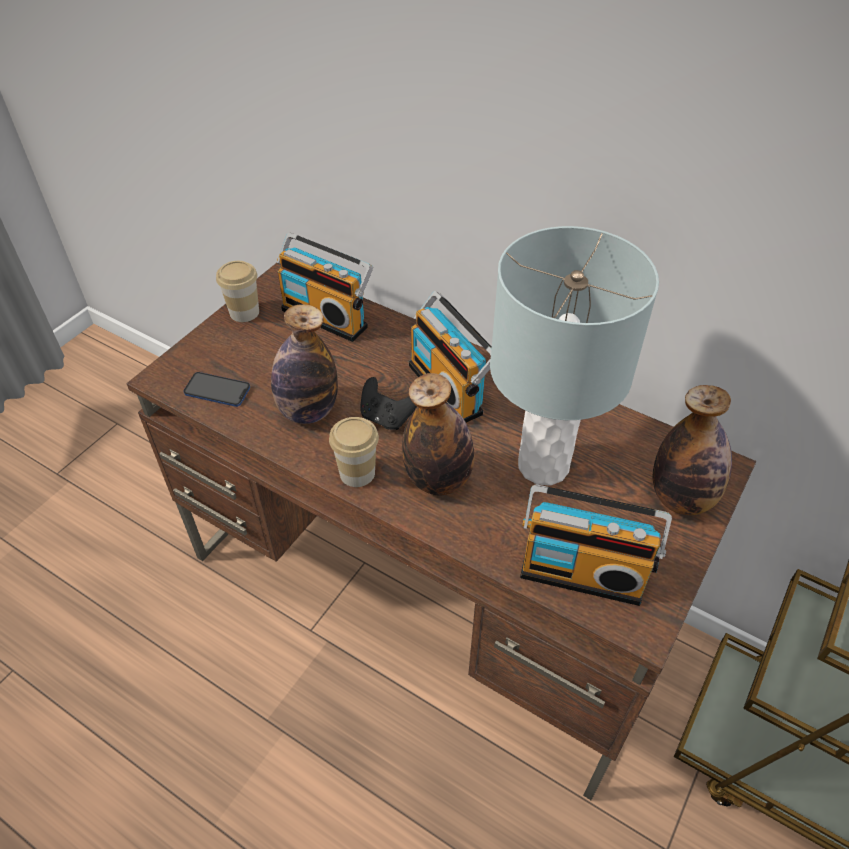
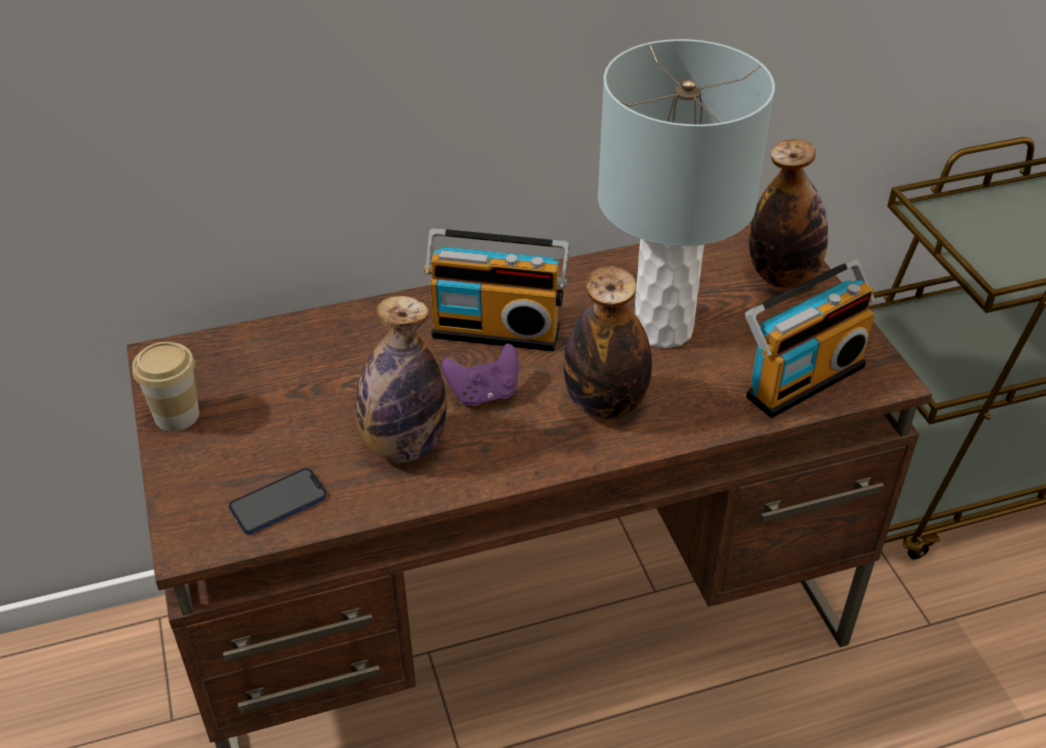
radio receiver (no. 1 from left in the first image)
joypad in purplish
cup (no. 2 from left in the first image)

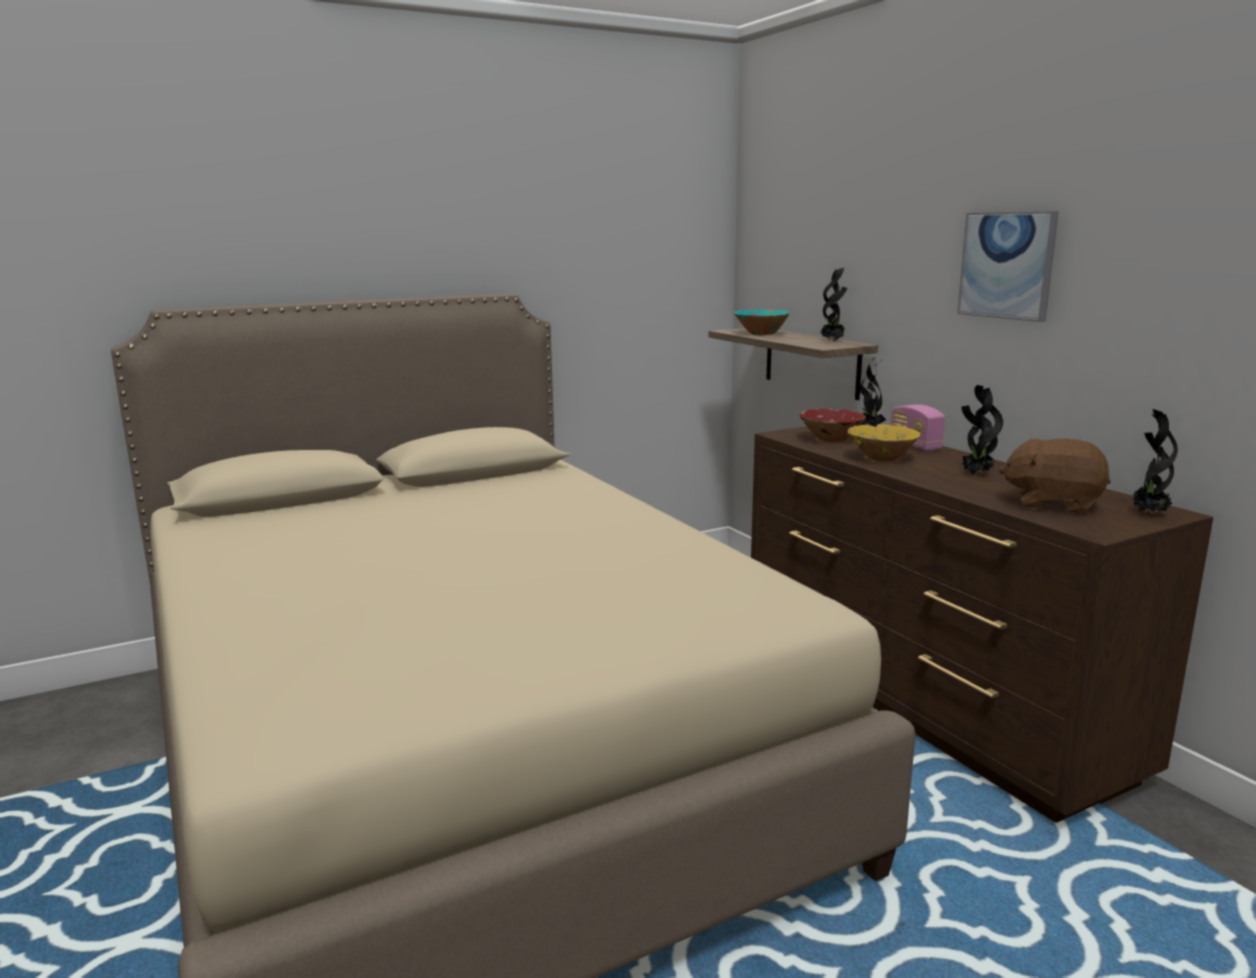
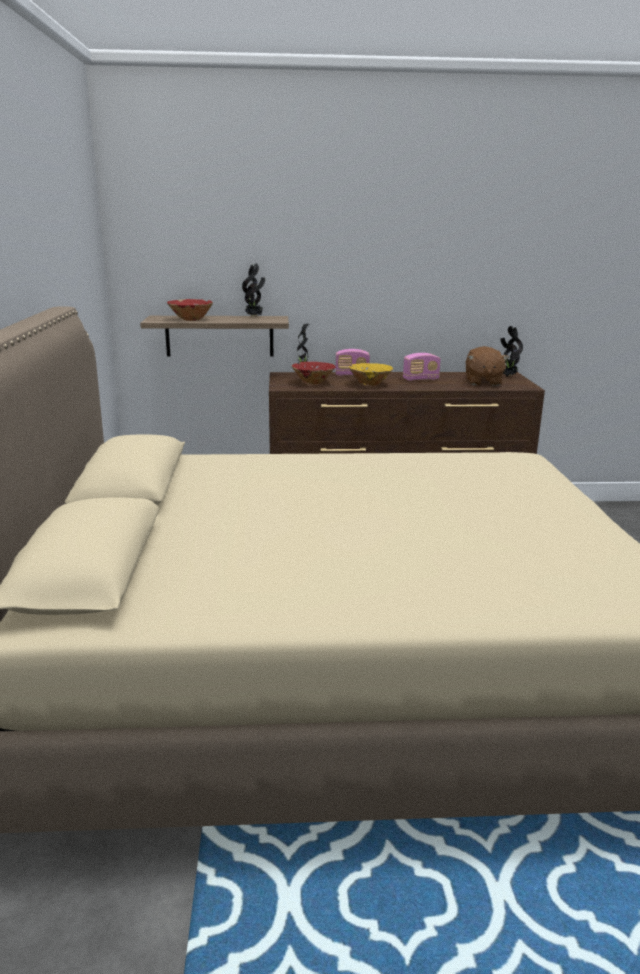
wall picture
deep dish in red (no. 1 from left)
radio receiver (no. 2 from left)
plush toy in brownish

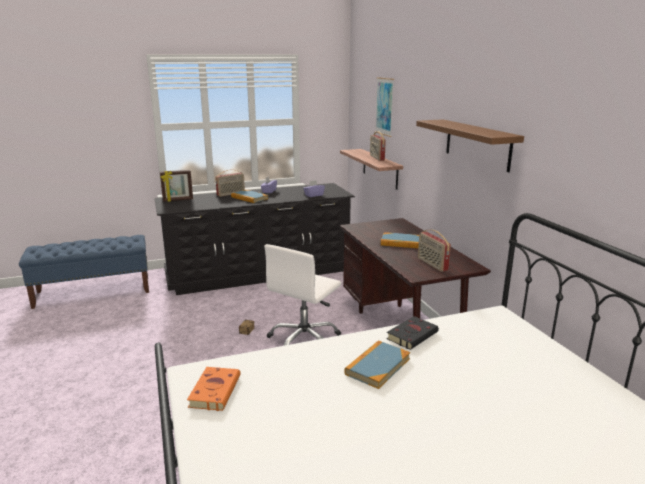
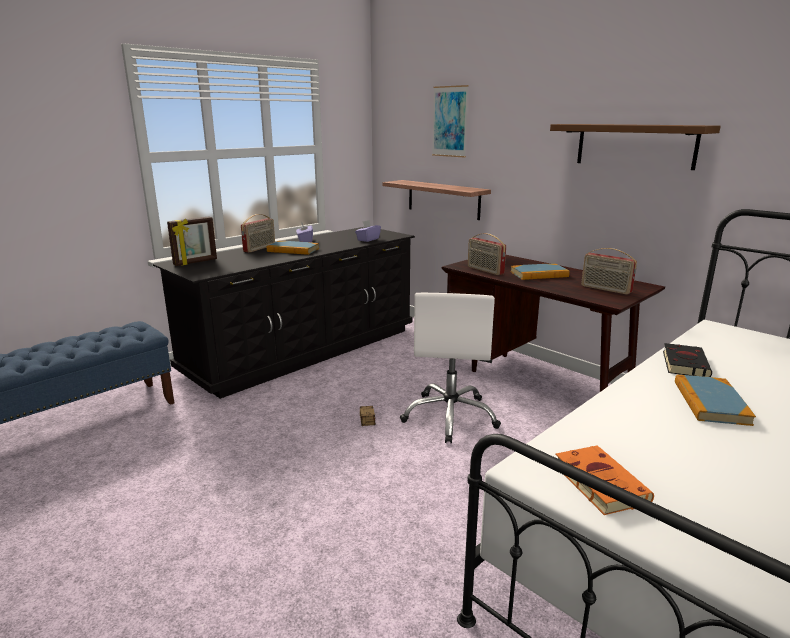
radio receiver (no. 2 from left)

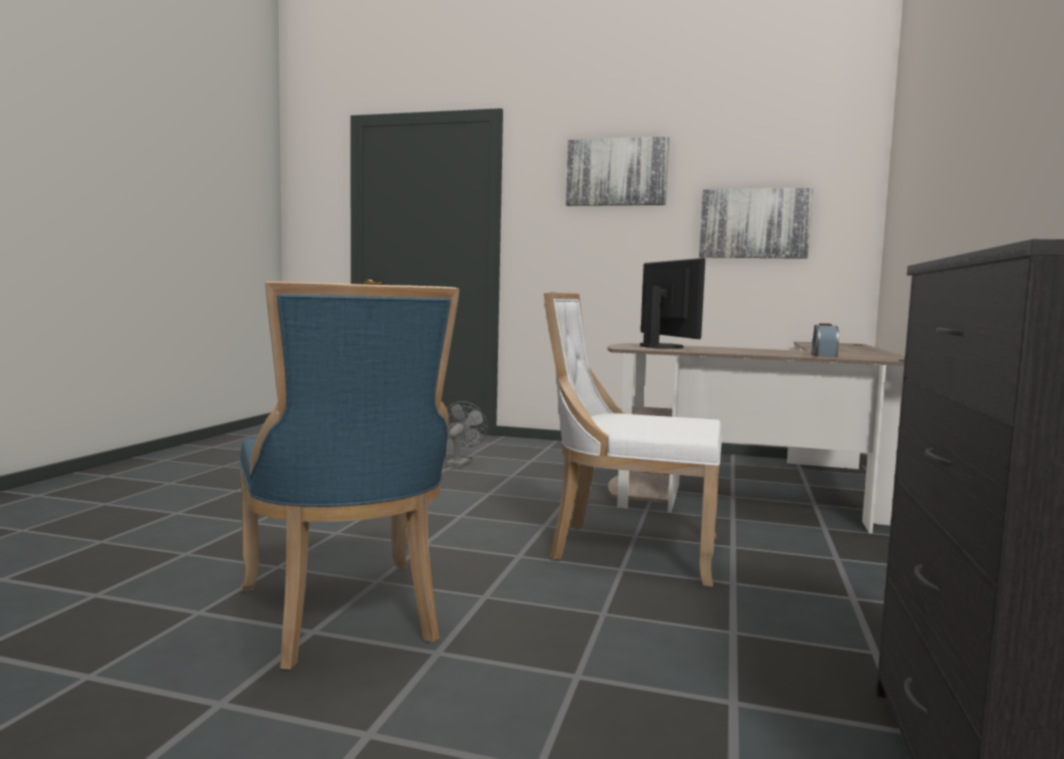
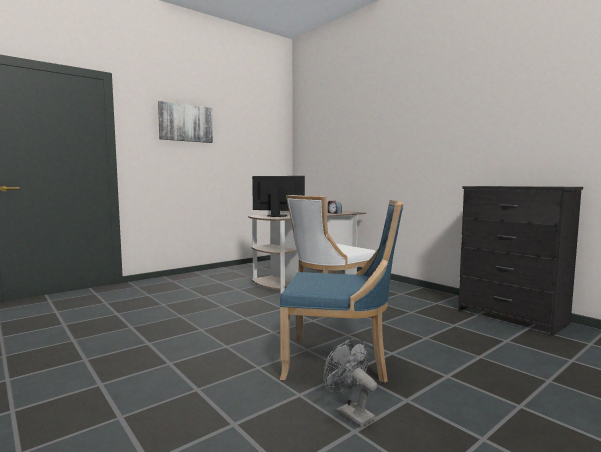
wall picture (no. 2 from left in the first image)
cooling fan in grey

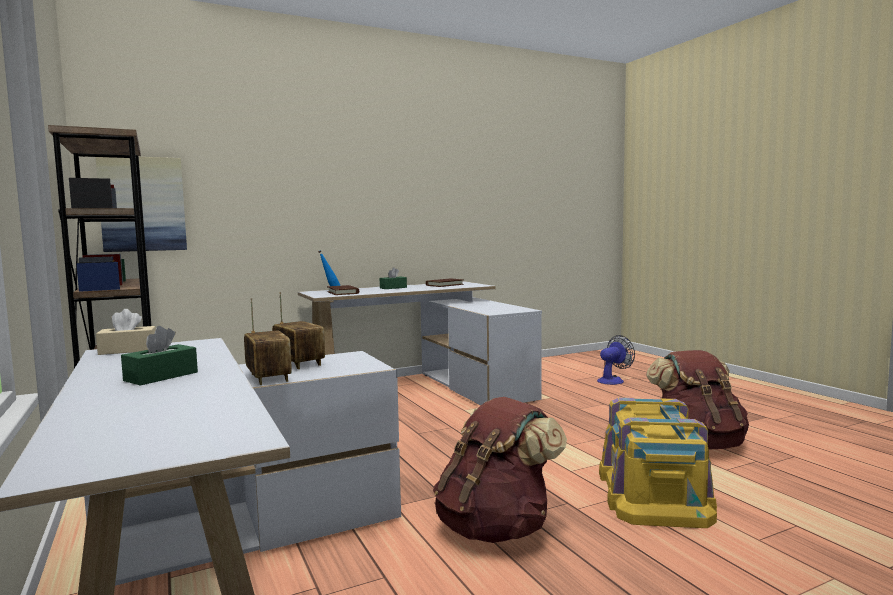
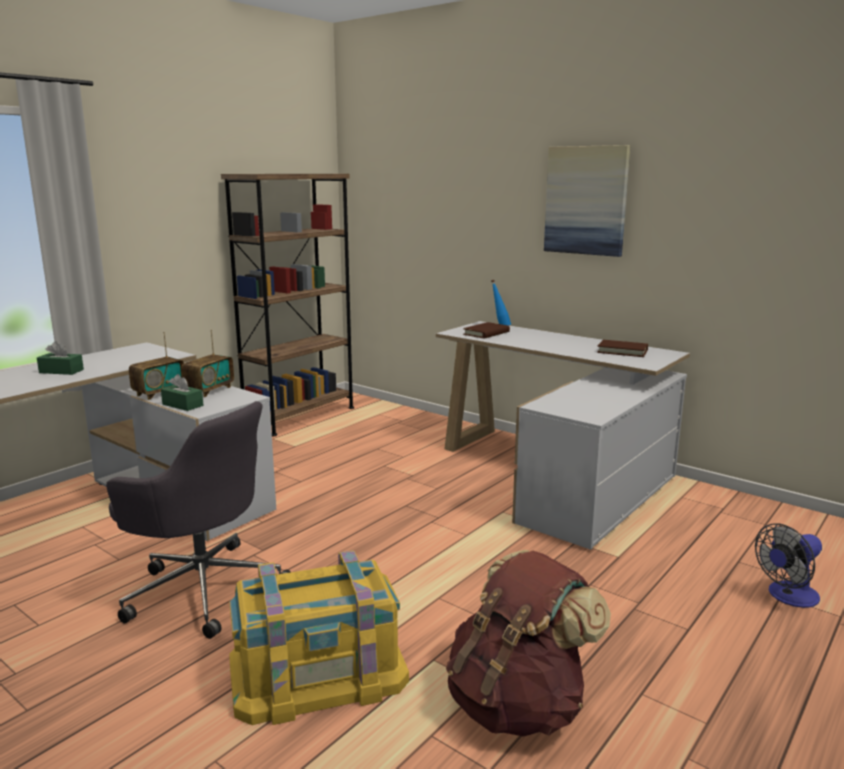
wall picture
tissue box in greenish (no. 2 from left)
tissue box in beige-coloured
cooling fan
computer chair in grey

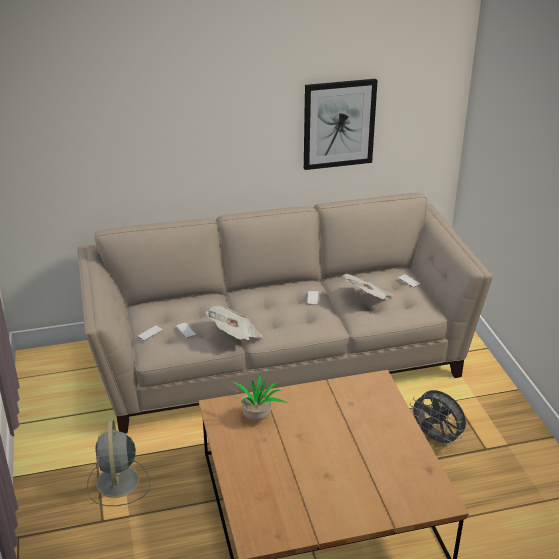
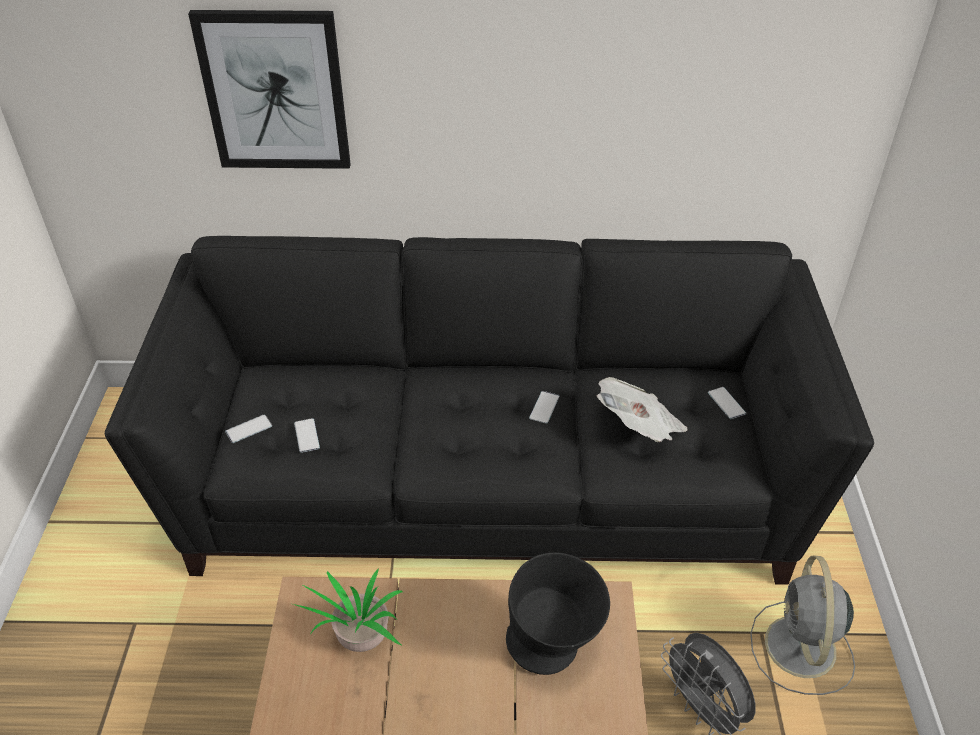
wall picture
couch in black-coloured
newspaper (no. 1 from left in the first image)
cooling fan in grey (no. 2 from left)
deep dish in black-coloured

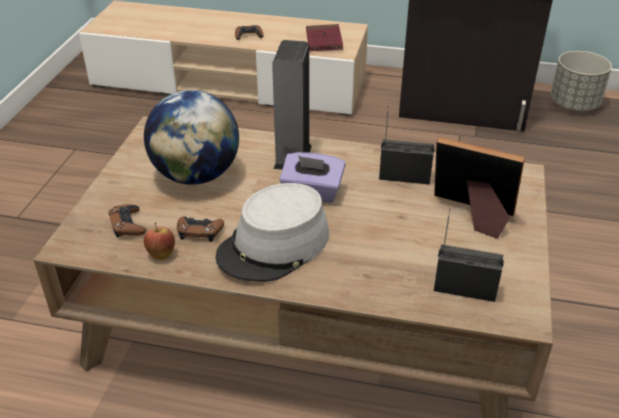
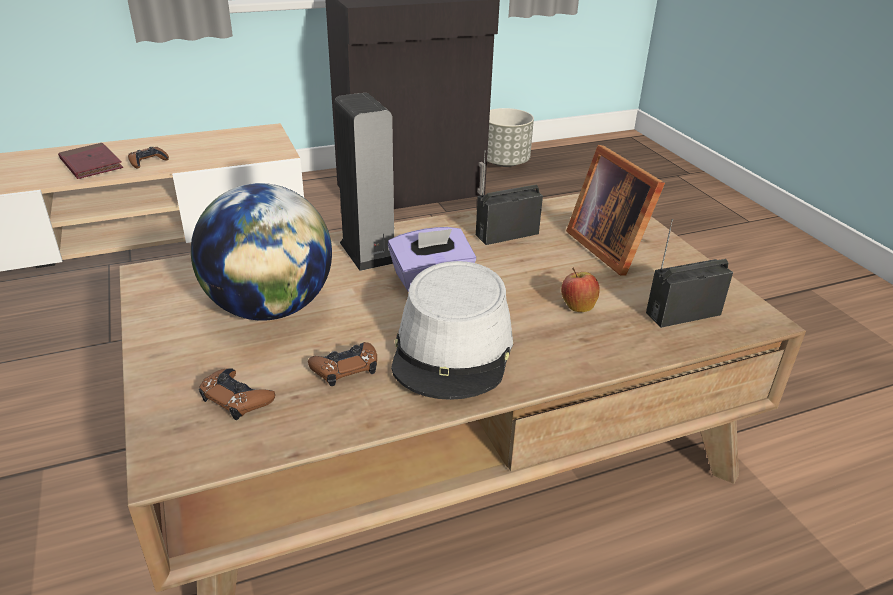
book in red
picture frame
whole apple

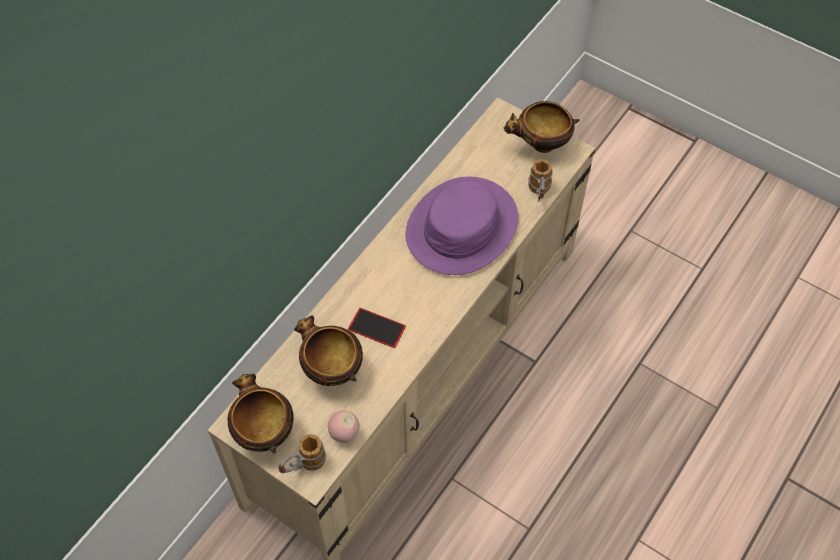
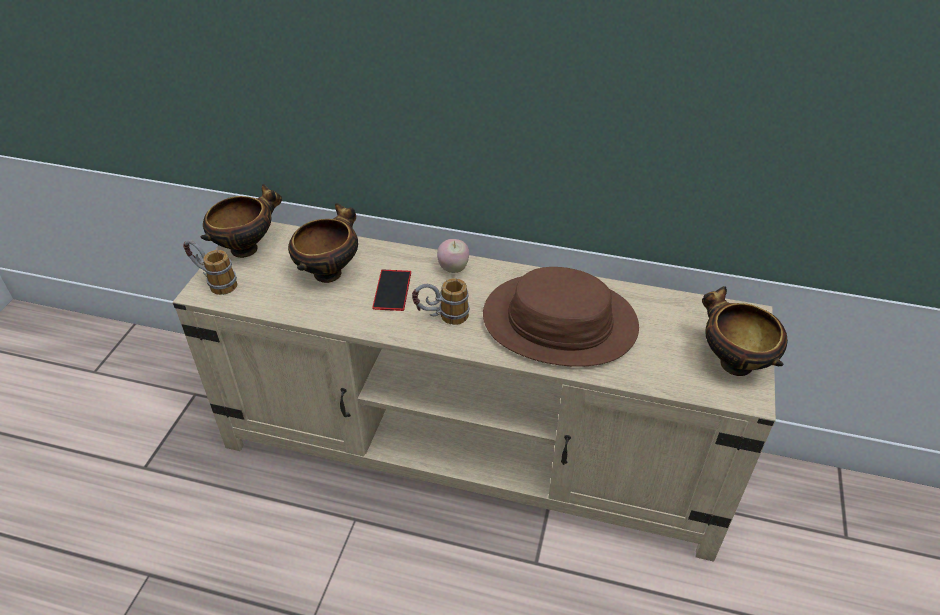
coffee mug (no. 2 from left)
clothing hat in brownish
whole apple

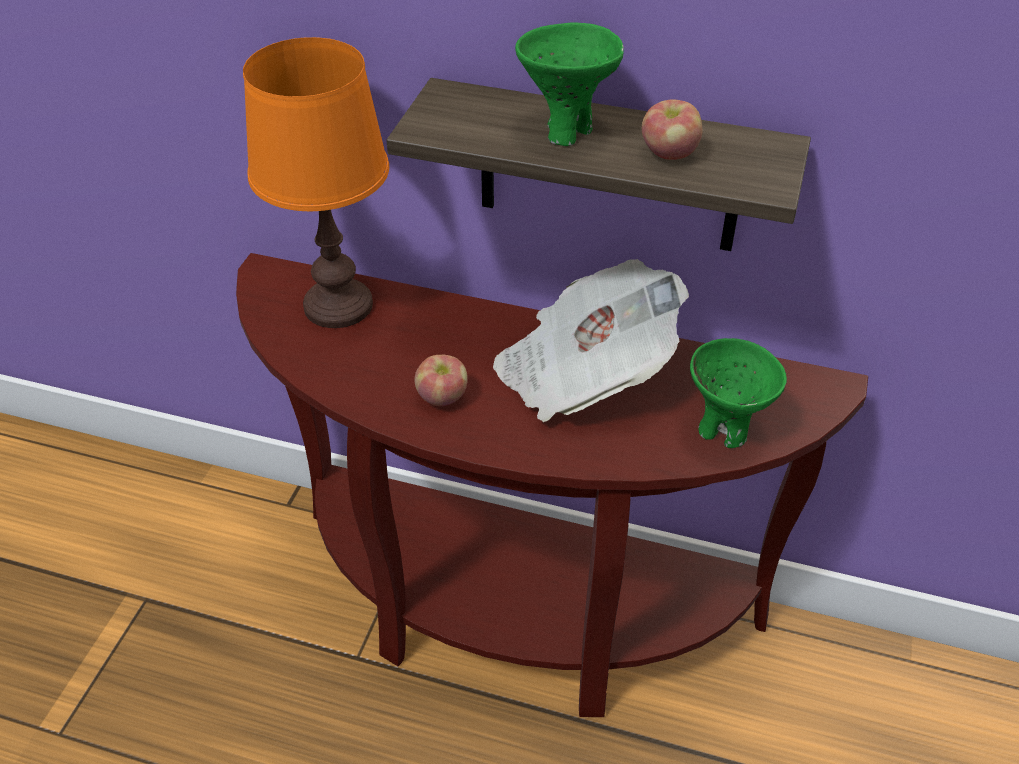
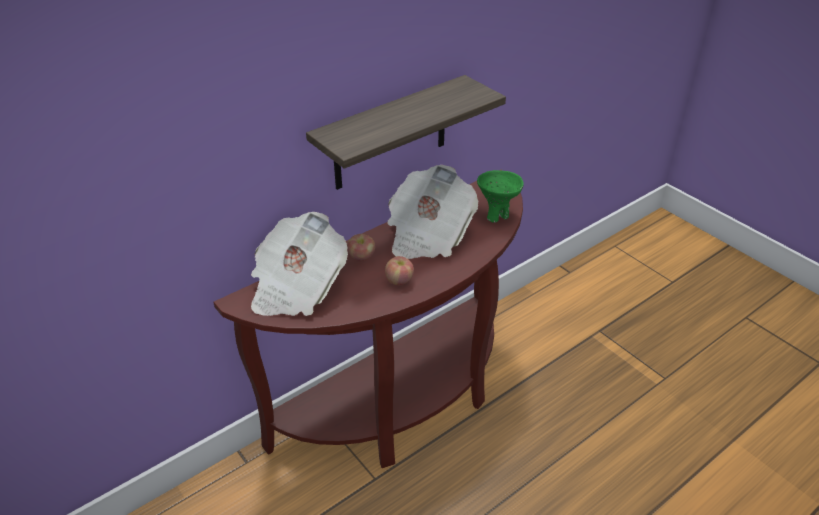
deep dish in greenish (no. 1 from left in the first image)
newspaper (no. 1 from left)
whole apple (no. 1 from left)

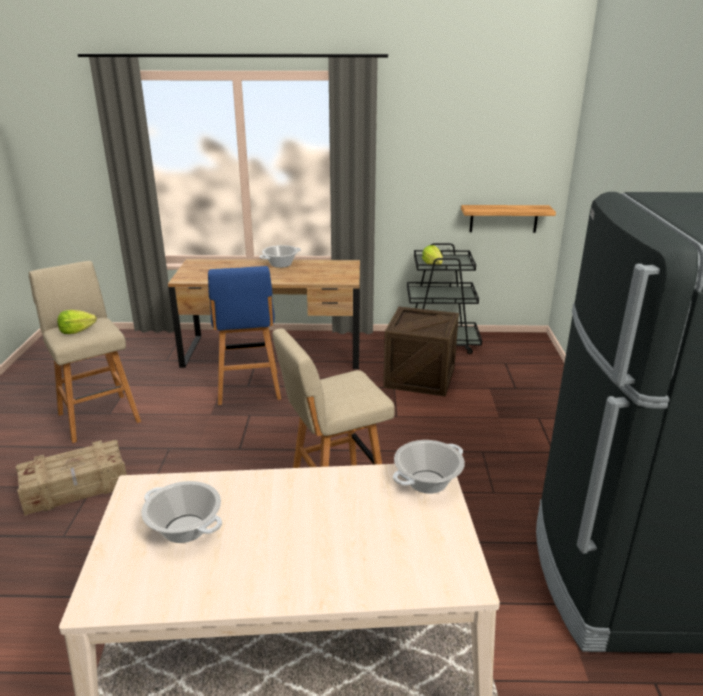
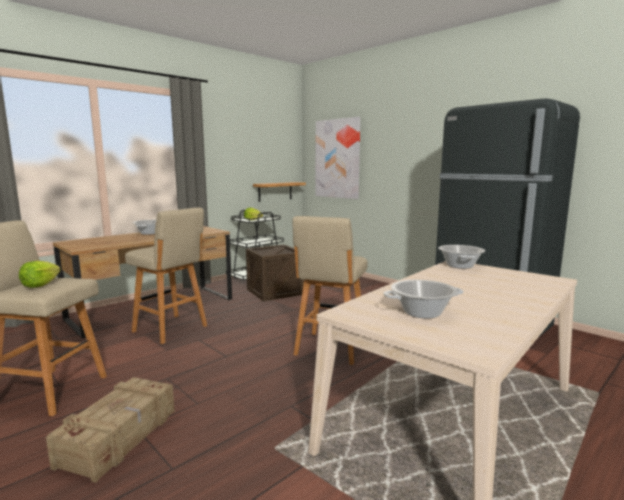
stool in beige-coloured (no. 2 from left)
wall picture

